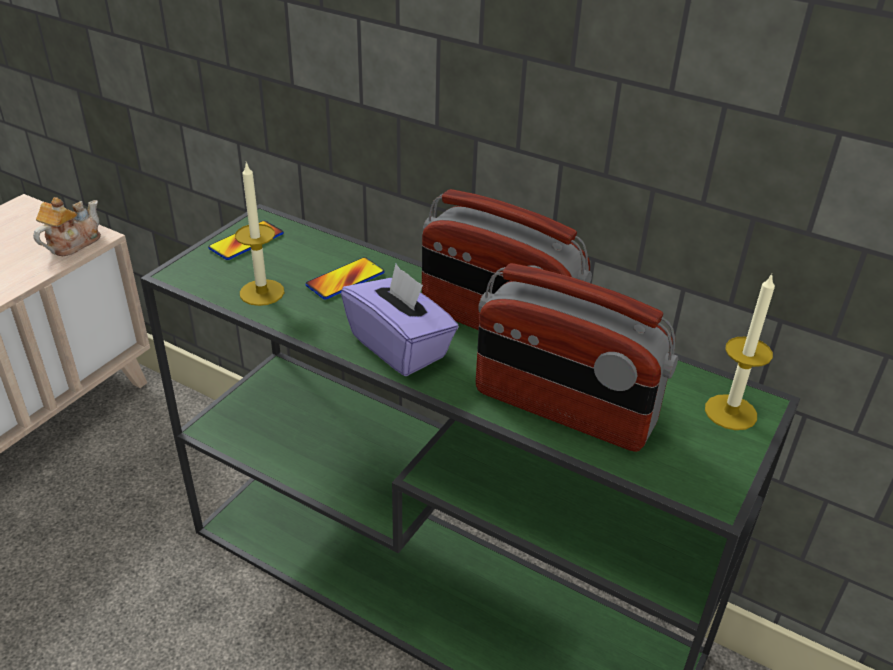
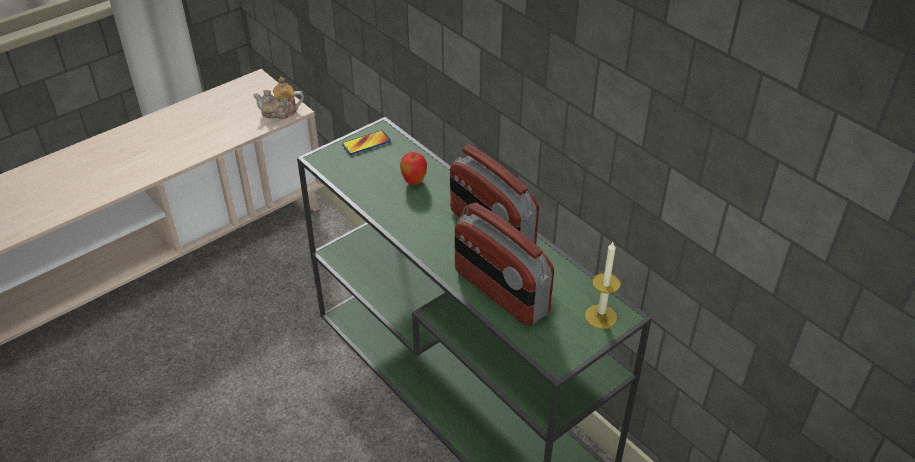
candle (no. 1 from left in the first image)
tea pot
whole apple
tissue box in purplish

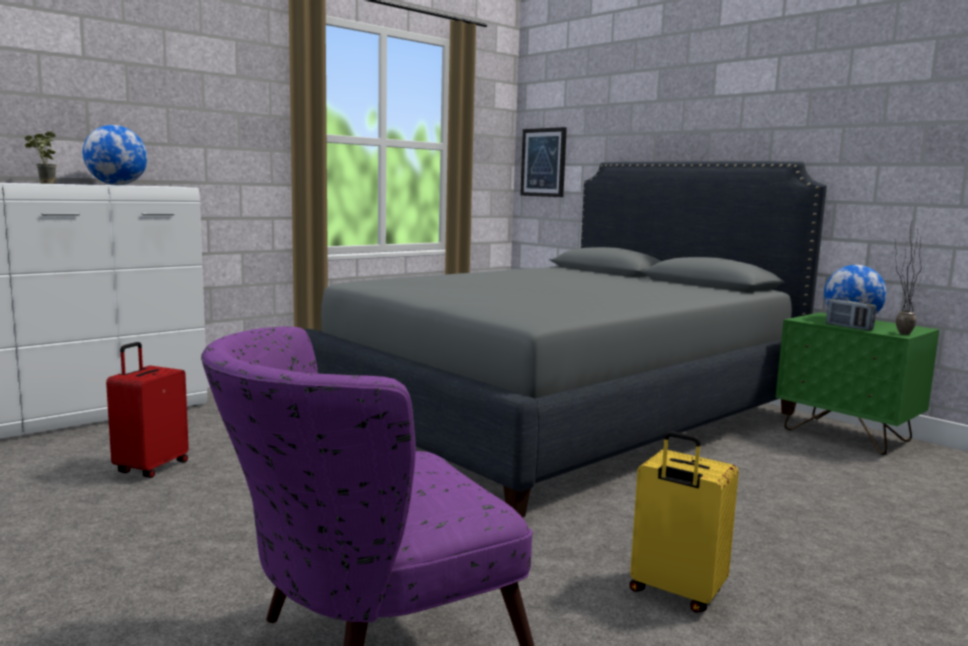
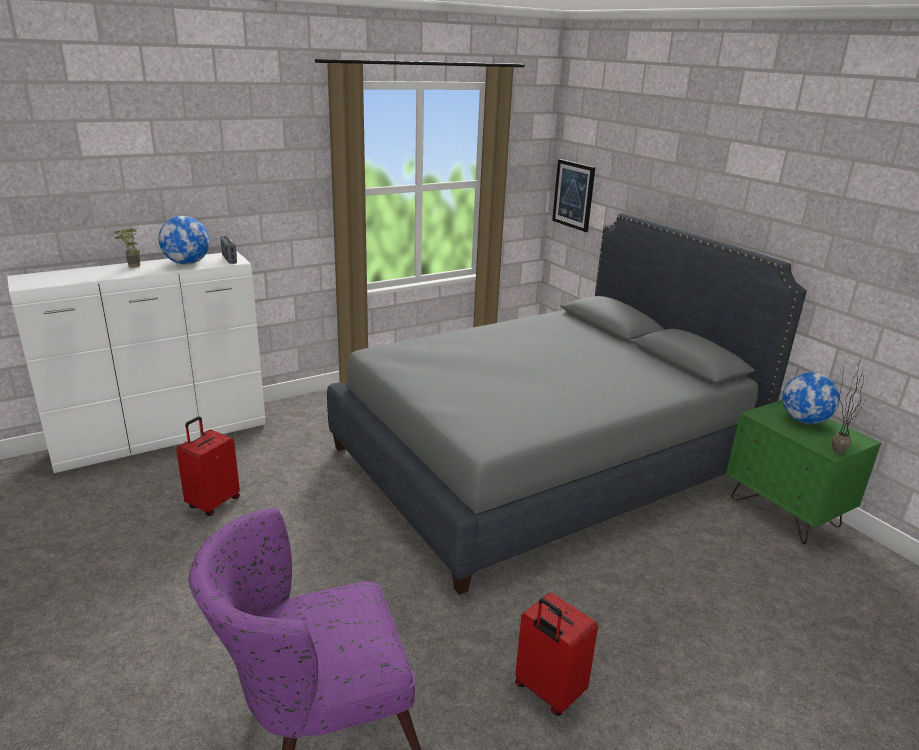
radio receiver
travel case in red (no. 2 from left)

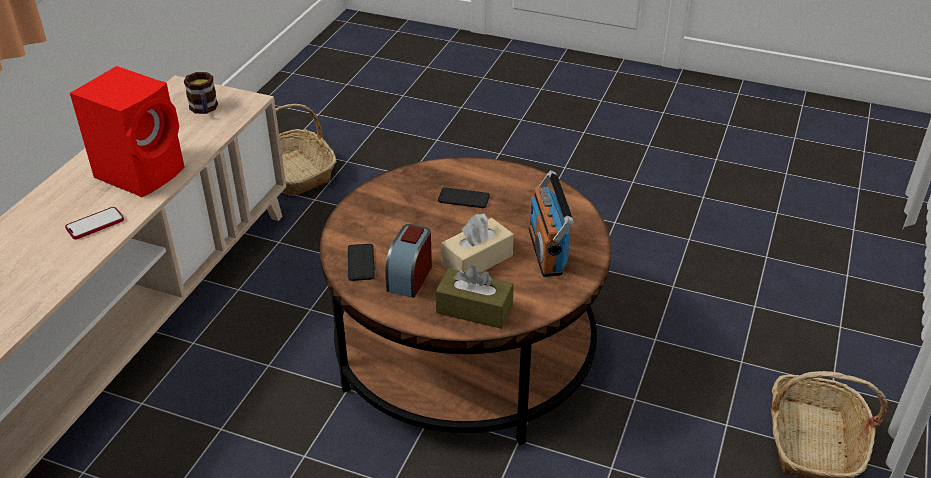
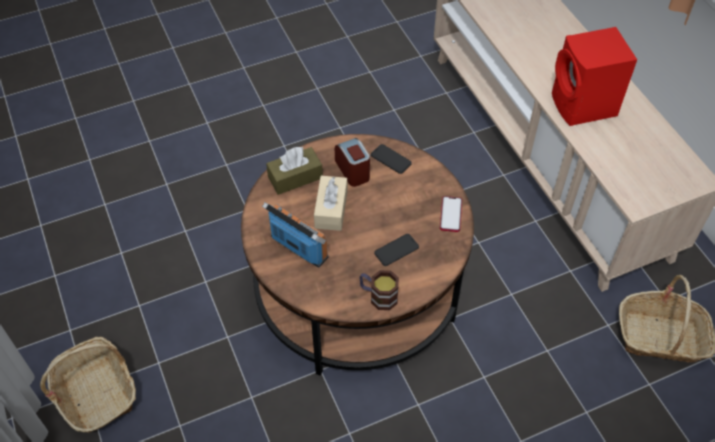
coffee mug
telephone (no. 3 from left)

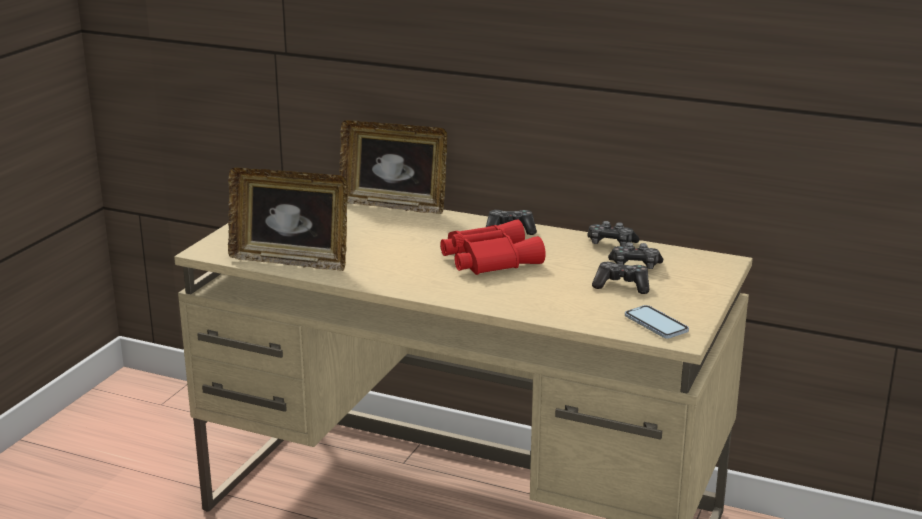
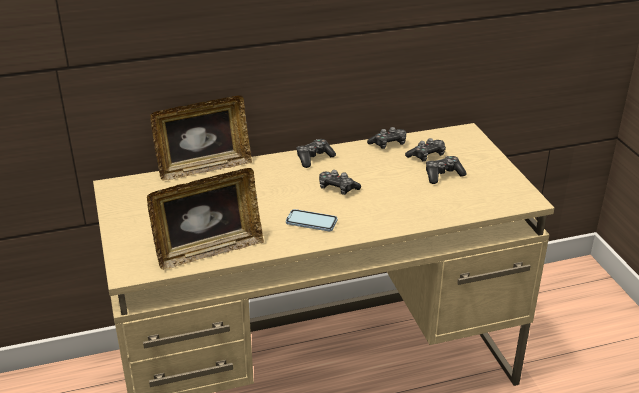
joypad (no. 2 from left)
telephone

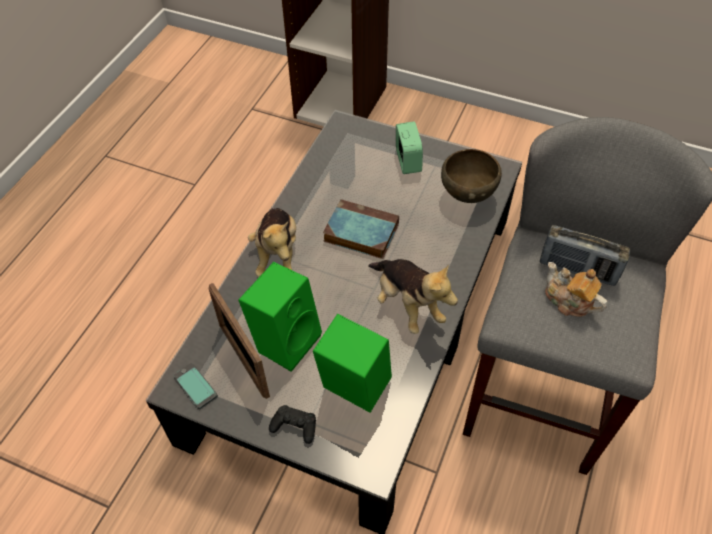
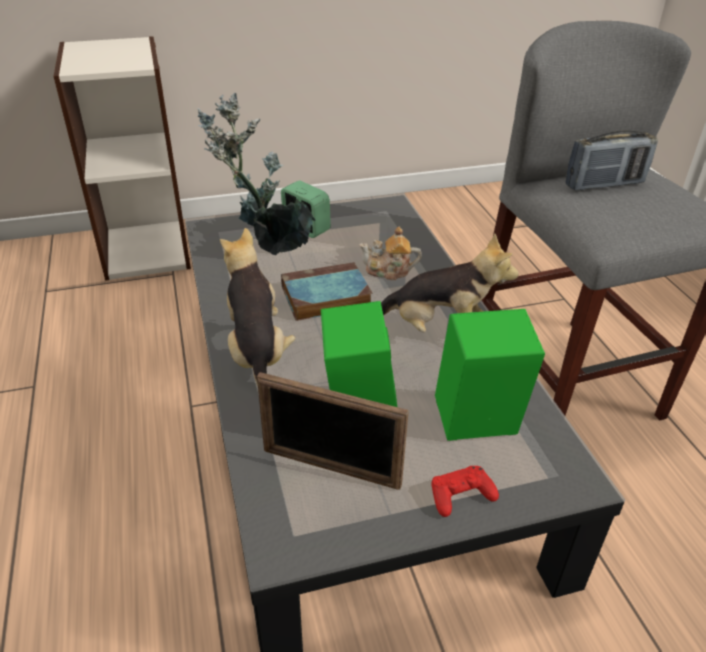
deep dish in brownish
plush toy (no. 1 from left)
tea pot
telephone
joypad in red
houseplant

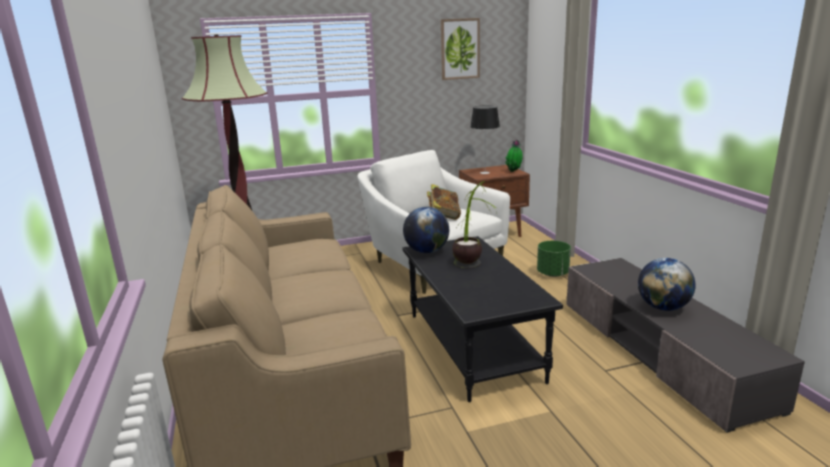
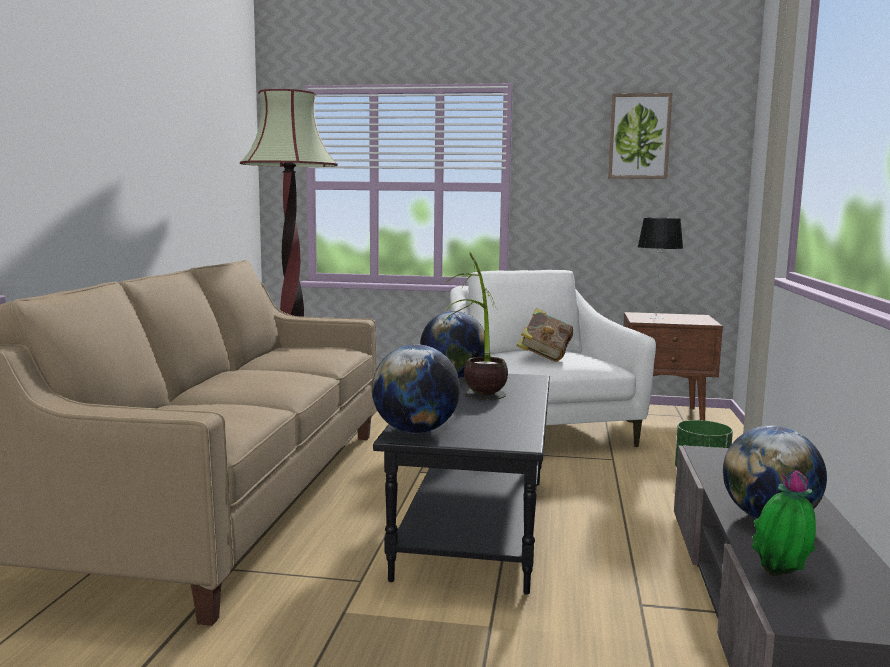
houseplant (no. 2 from left)
world globe (no. 1 from left)

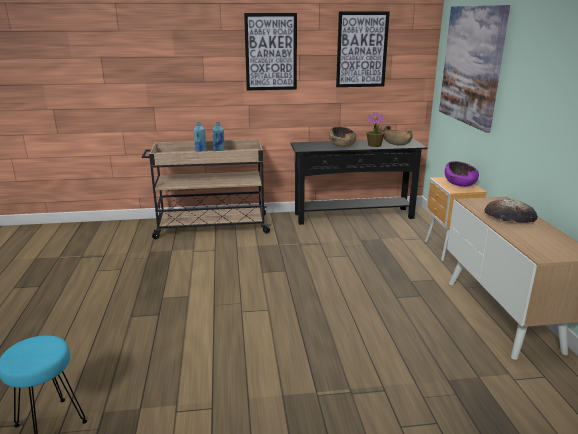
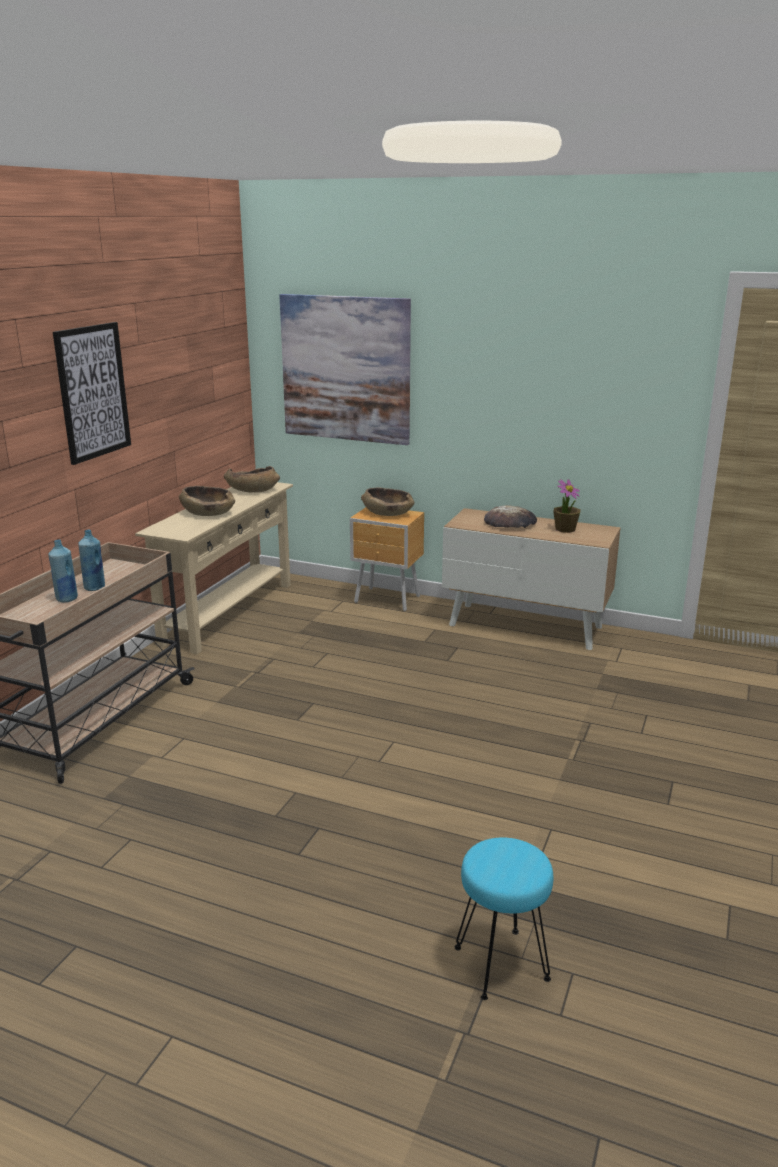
wall picture (no. 2 from left in the first image)
houseplant
hall table in beige-coloured
deep dish in brownish (no. 3 from left)

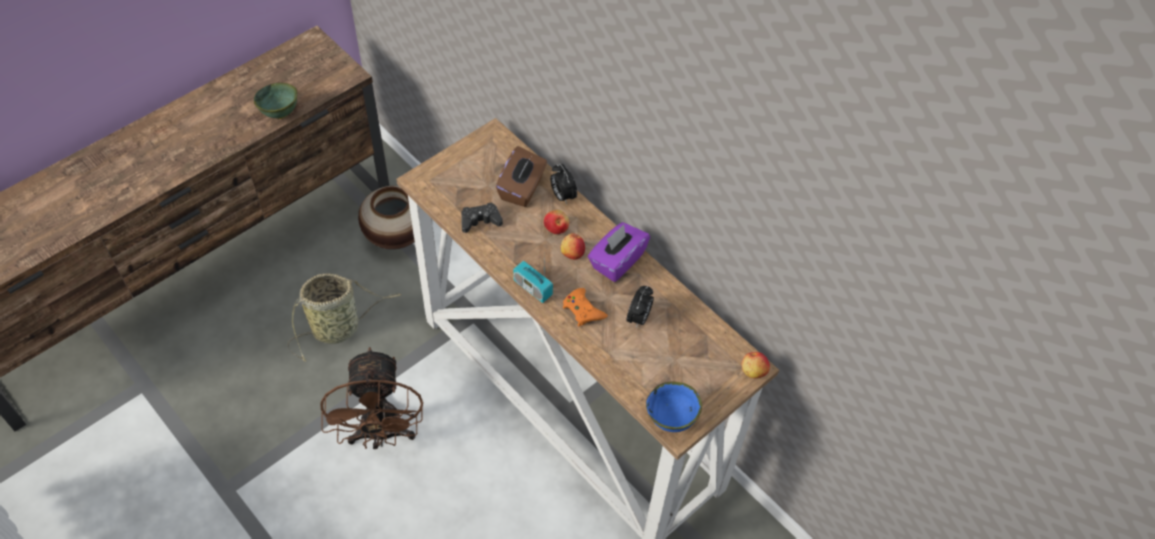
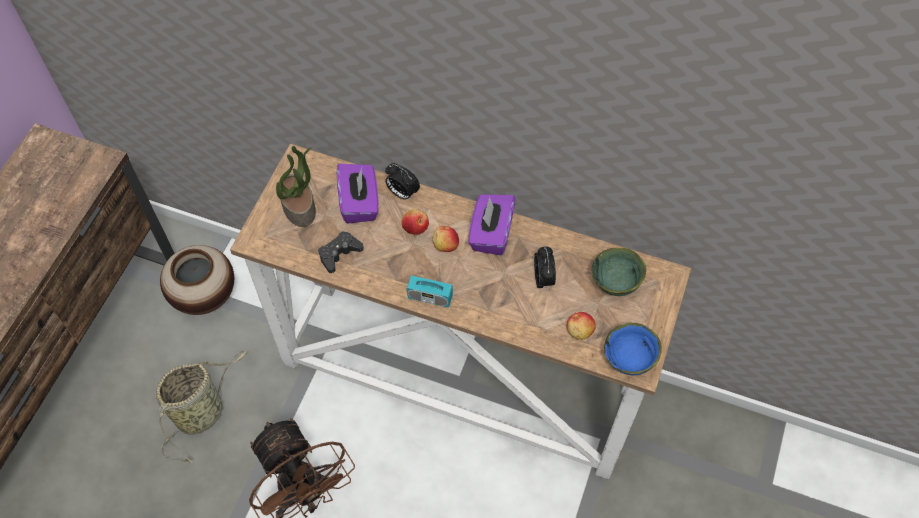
deep dish in greenish
tissue box in purplish (no. 1 from left)
joypad in orangey
whole apple (no. 3 from left)
houseplant

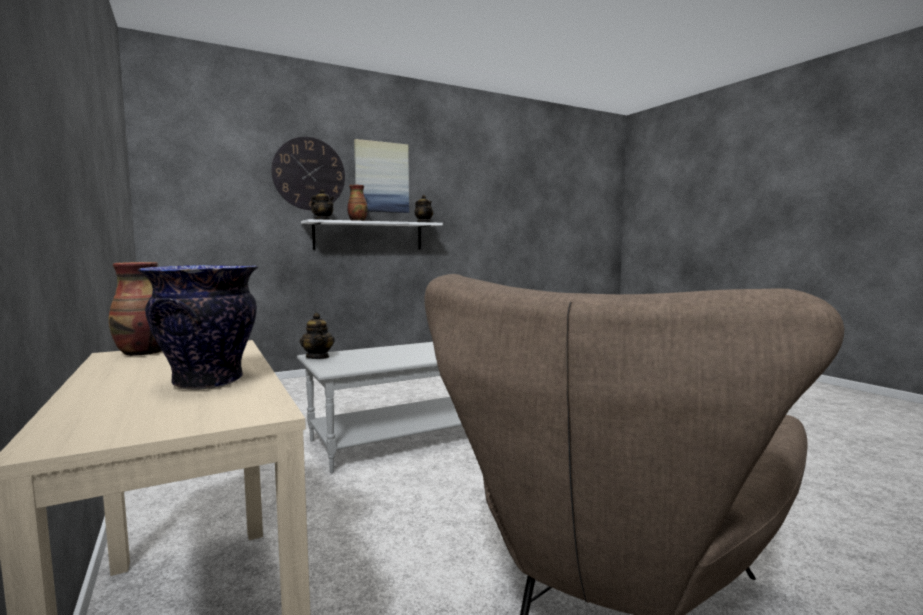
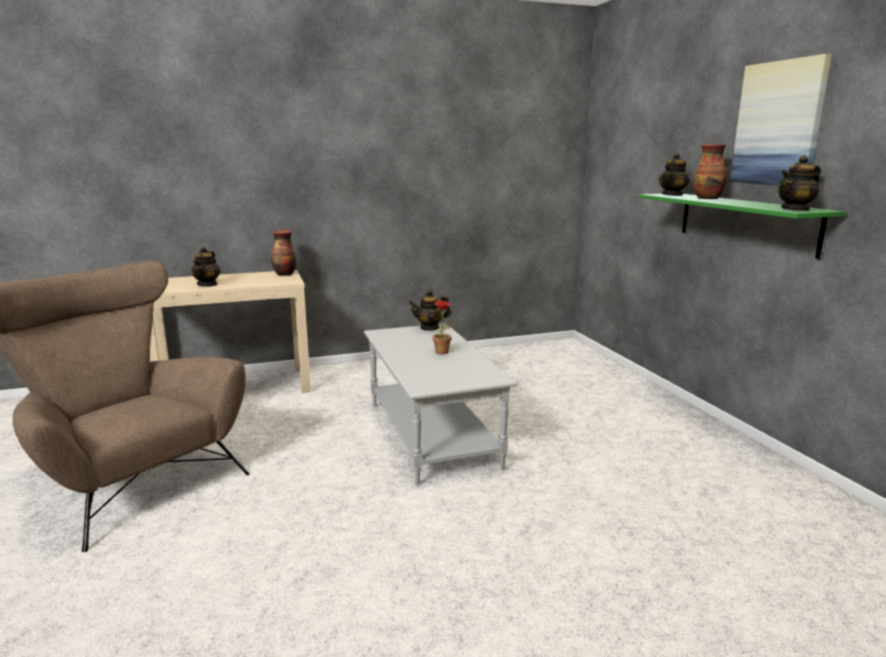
wall clock
bracket shelf in greenish
tea pot (no. 1 from left)
houseplant

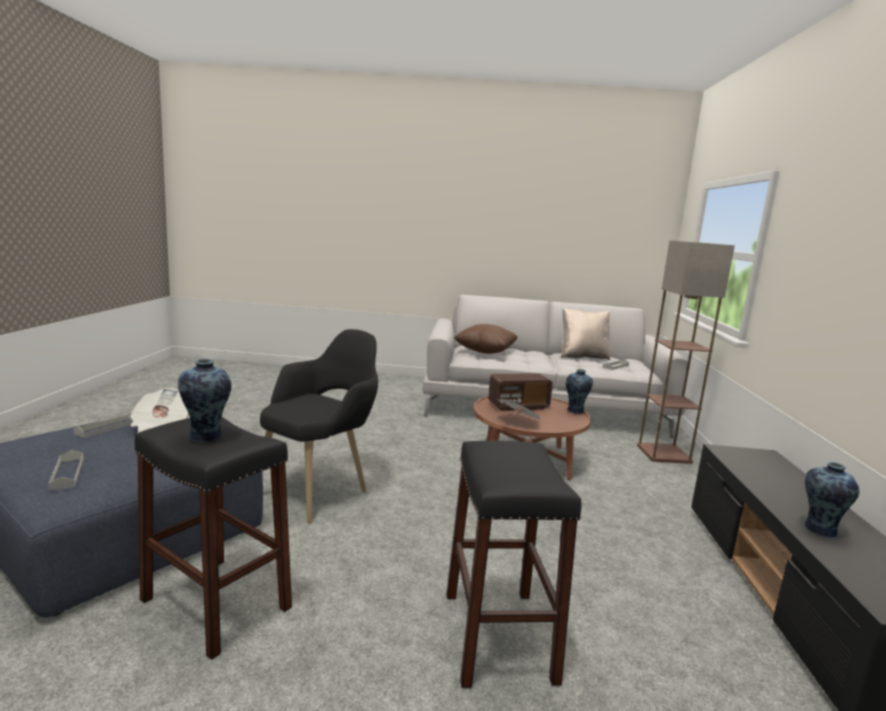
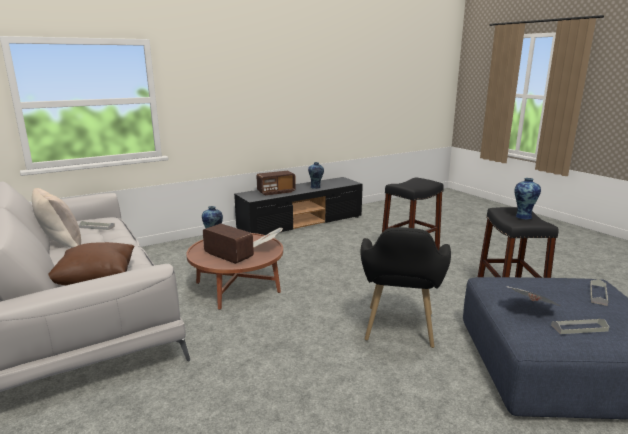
standard lamp
lounge chair in black-coloured
radio receiver (no. 2 from left)

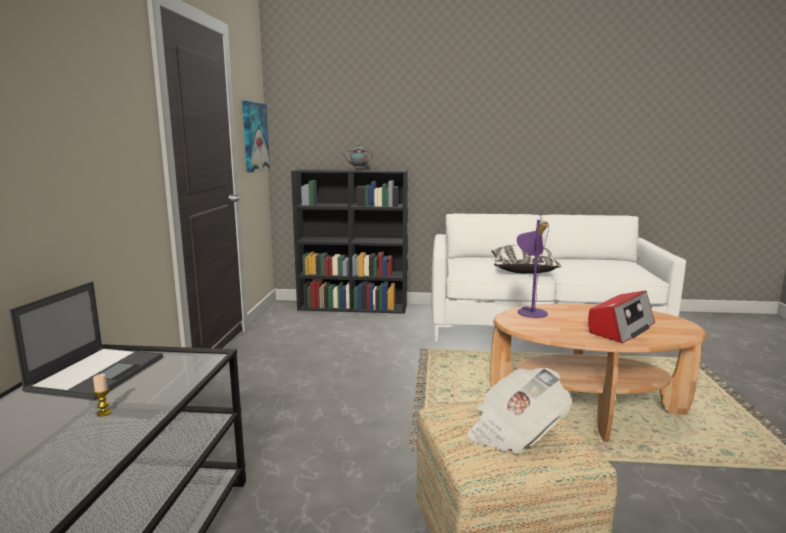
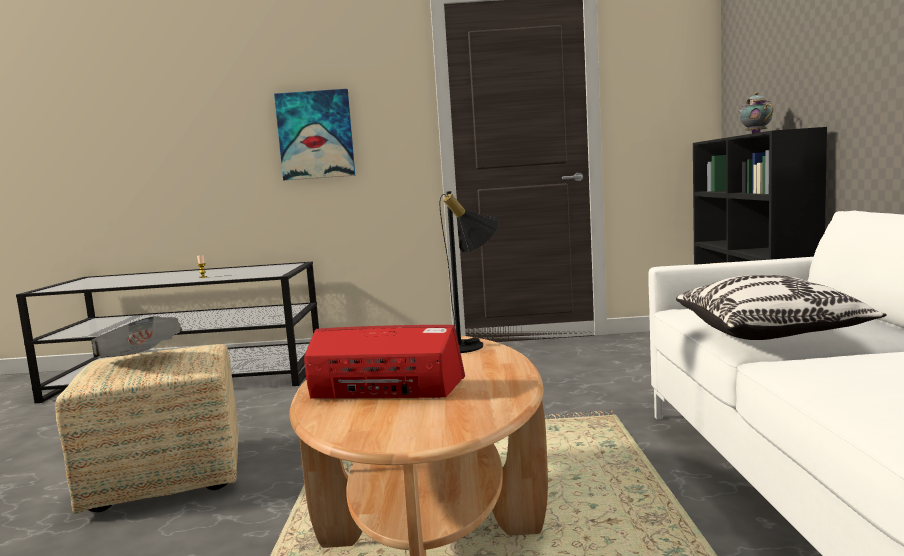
wall picture
tabletop lamp in black-coloured
notebook computer
radio receiver

